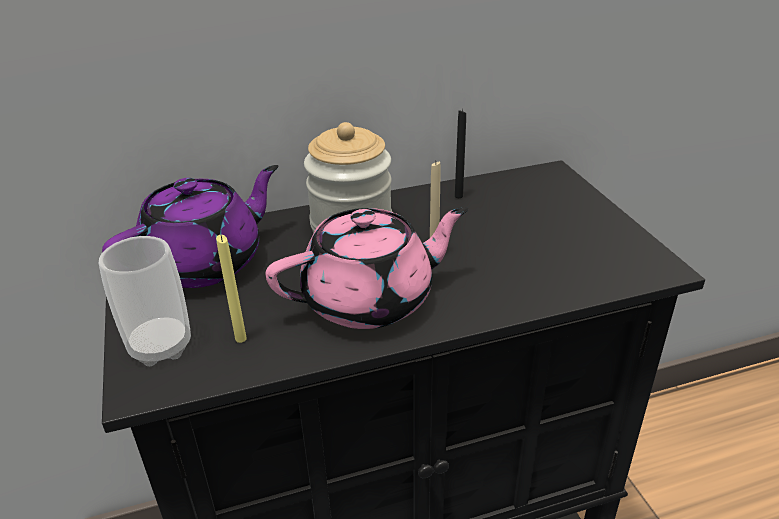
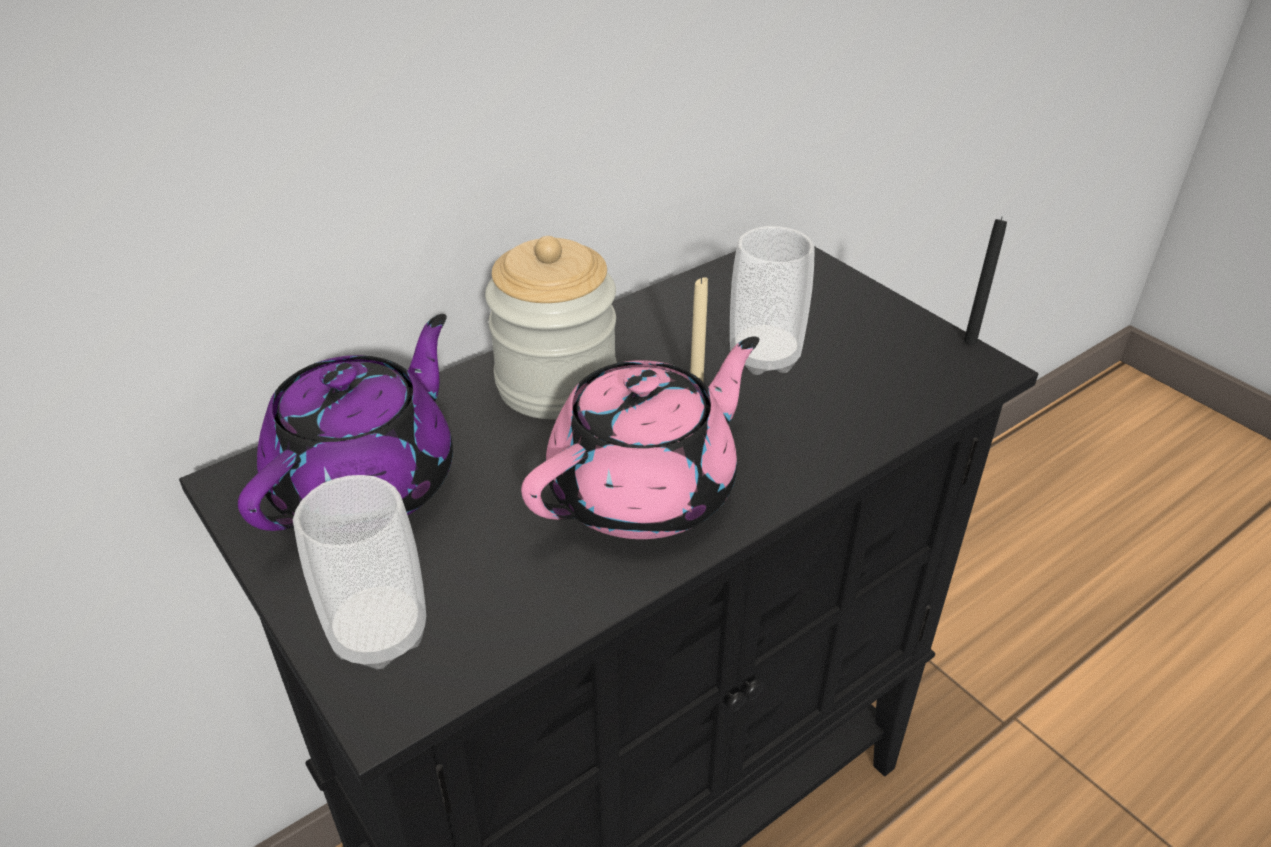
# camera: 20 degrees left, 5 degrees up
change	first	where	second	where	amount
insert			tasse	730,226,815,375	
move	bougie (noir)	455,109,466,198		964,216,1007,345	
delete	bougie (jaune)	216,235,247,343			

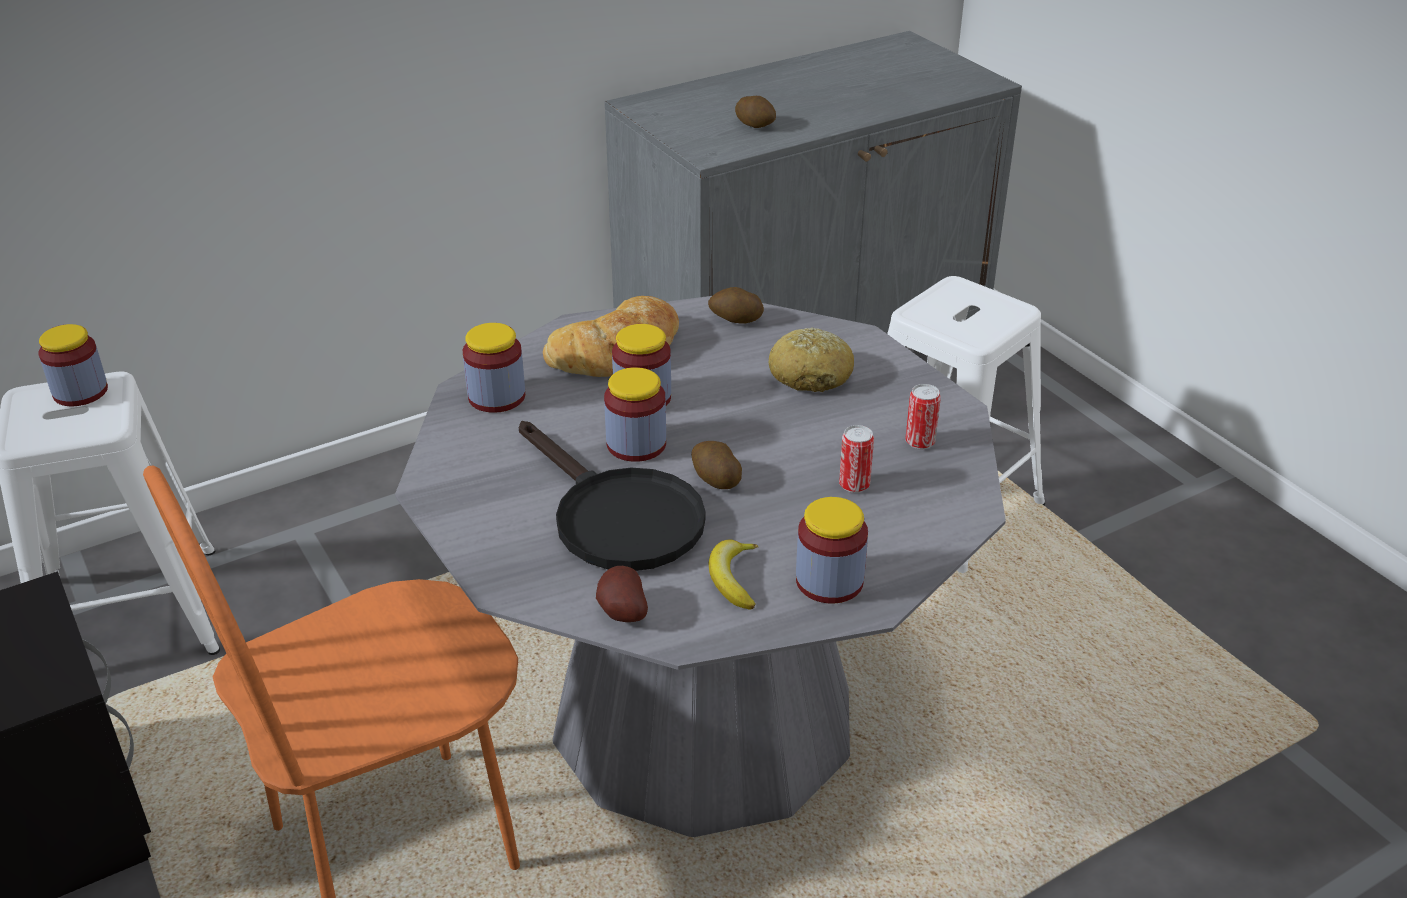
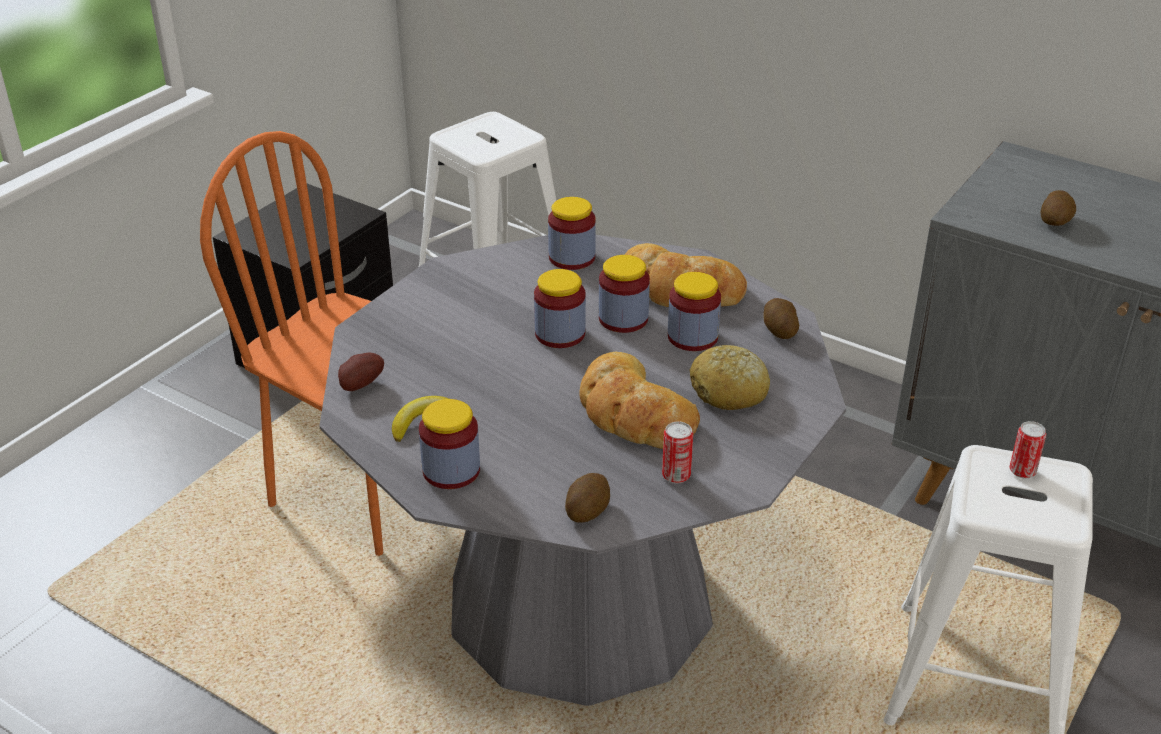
# camera: 65 degrees right, 0 degrees up
change	first	where	second	where	amount
move	pomme de terre	691,441,742,489		565,473,610,523	
insert			pain	579,352,700,449	
move	bocal	38,324,108,406		668,272,721,351	
move	boîte métallique	839,425,874,493		1009,421,1046,479	
delete	poêle (noir)	519,421,705,571			

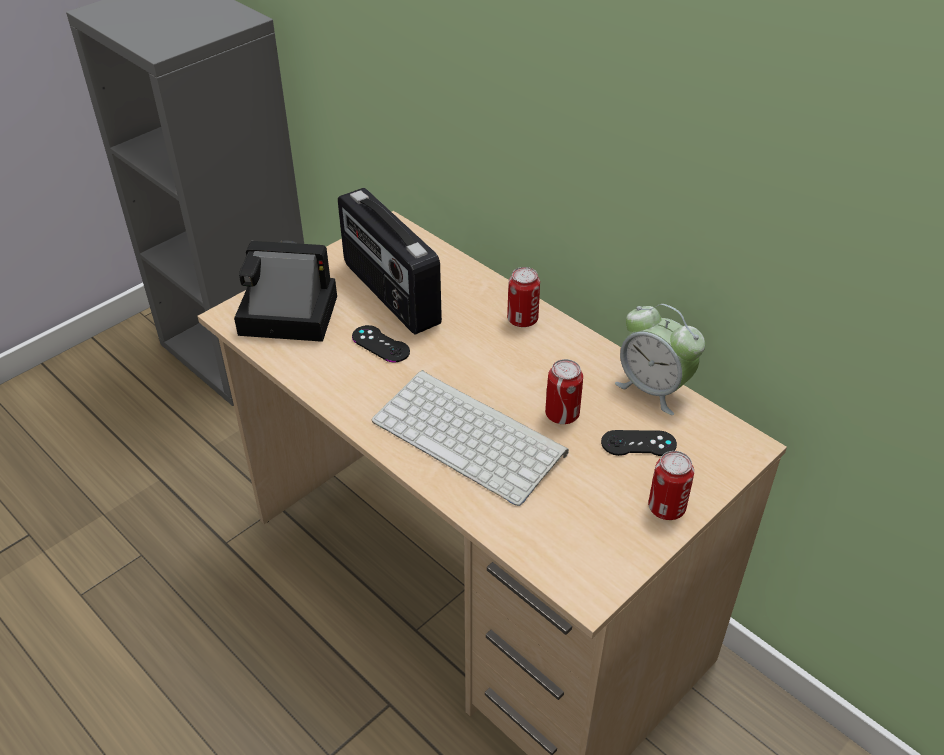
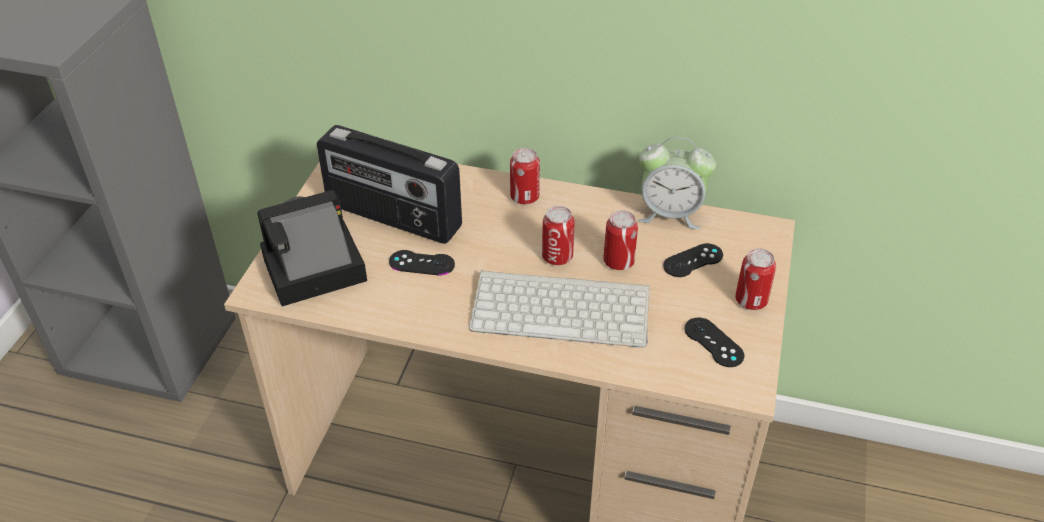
# camera: 30 degrees left, 0 degrees up
change	first	where	second	where	amount
insert			boîte métallique	542,206,575,265	
insert			manette (noir)	685,318,744,367	

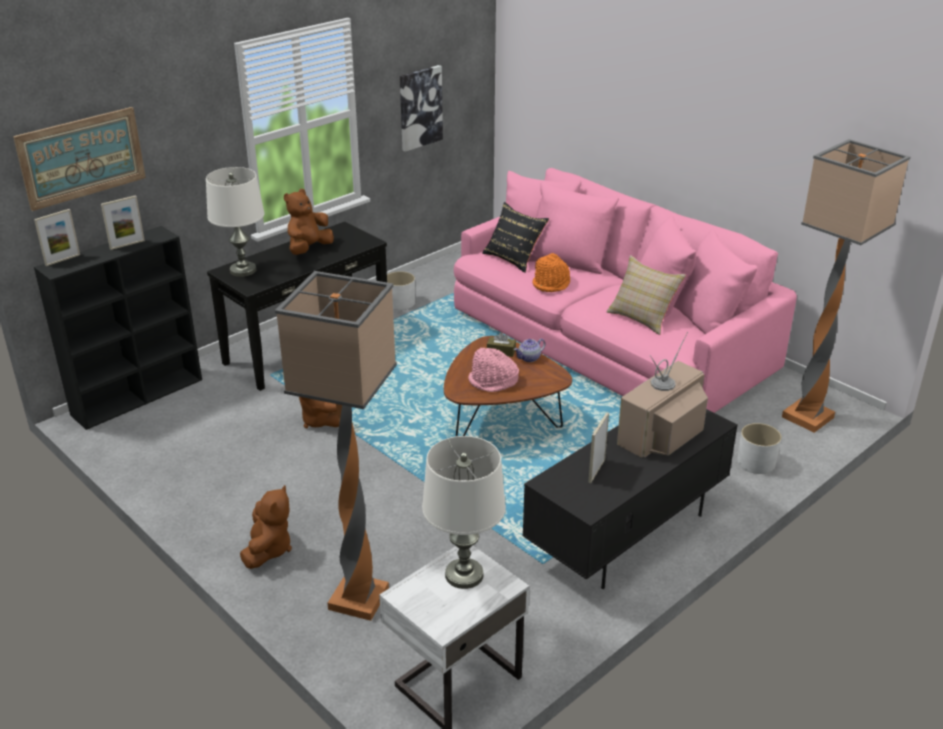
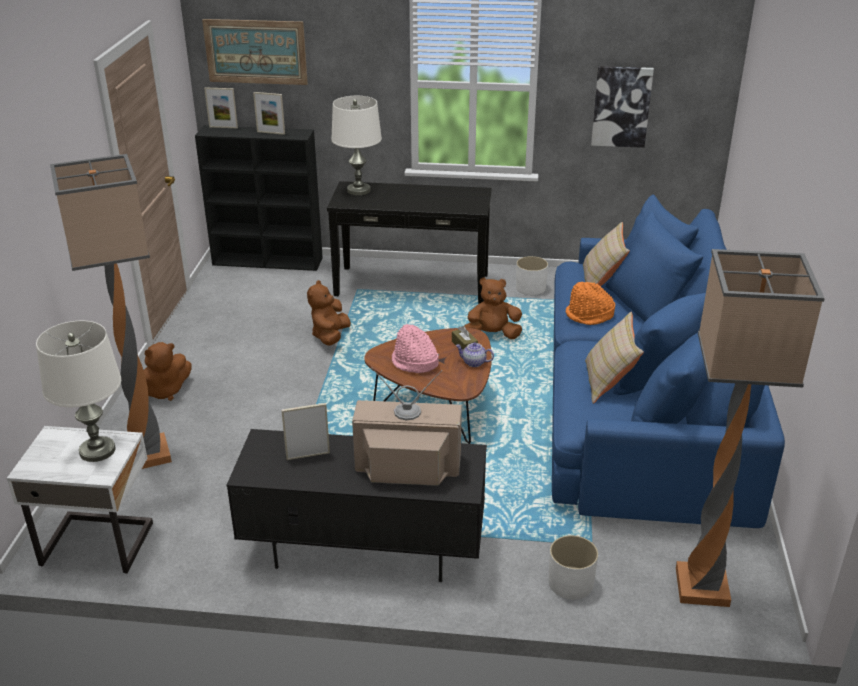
# camera: 50 degrees right, 0 degrees up
change	first	where	second	where	amount
move	peluche (marron)	284,189,334,255		464,278,522,339	
recolor	canapé (rose)	454,168,797,413	canapé (bleu)	552,194,785,528	
recolor	coussin (noir)	482,202,549,273	coussin (beige)	583,222,630,286	

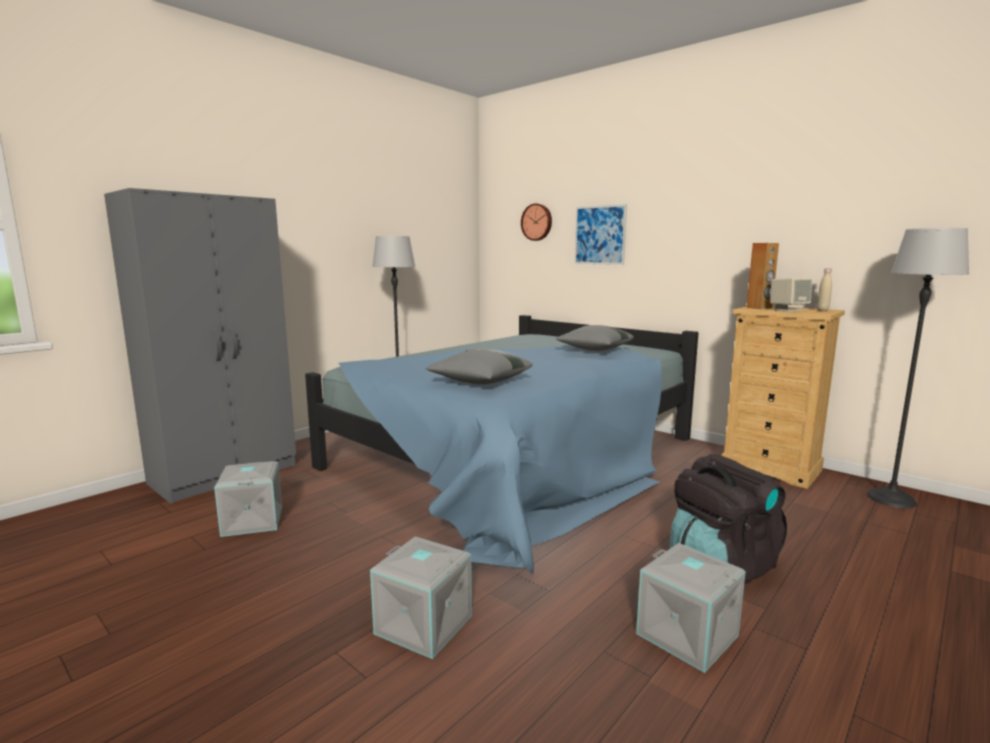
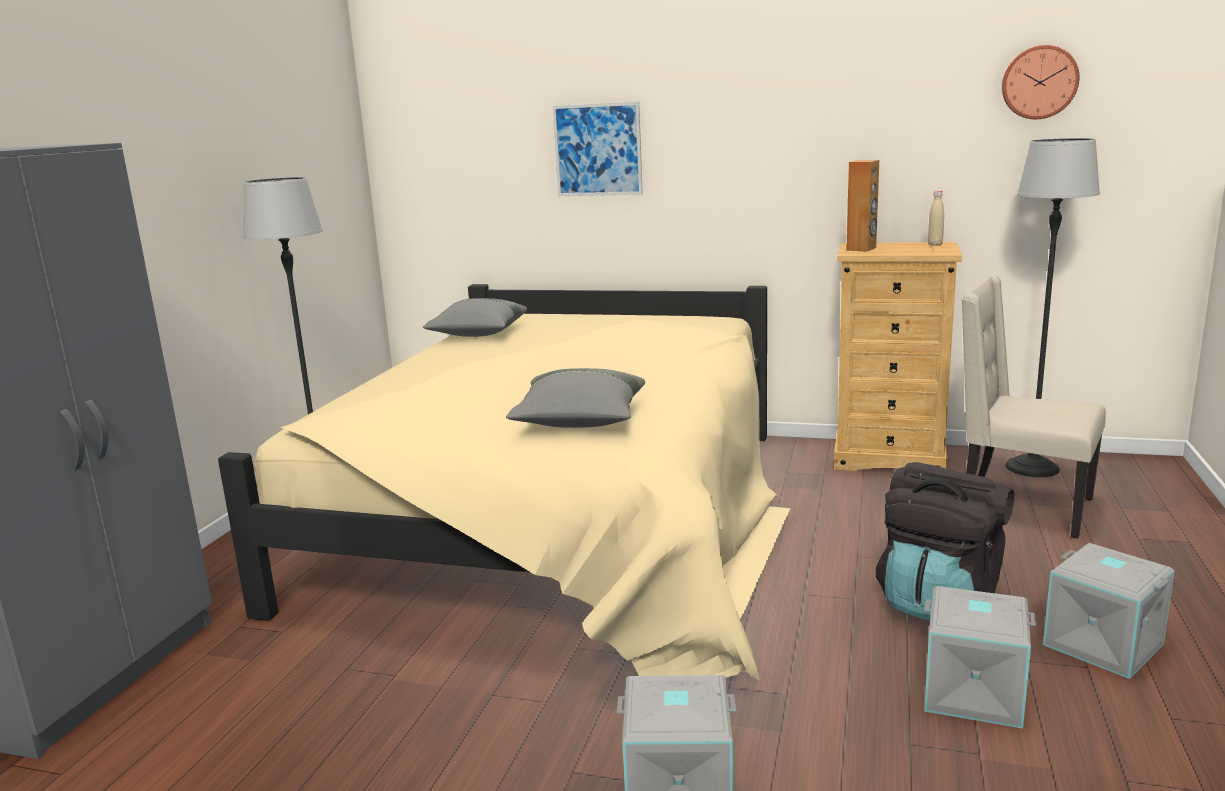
# camera: 25 degrees left, 5 degrees up
change	first	where	second	where	amount
recolor	lit (bleu)	305,315,698,575	lit (beige)	218,284,791,680	
move	coussin (gris)	556,325,634,351		423,298,527,337	
insert			chaise (beige)	962,276,1106,539	
move	horloge murale	521,203,552,241		1002,45,1079,119	
move	boîte de rangement (gris)	214,461,282,537		1043,543,1175,679	
delete	enceinte (beige)	770,277,812,312			

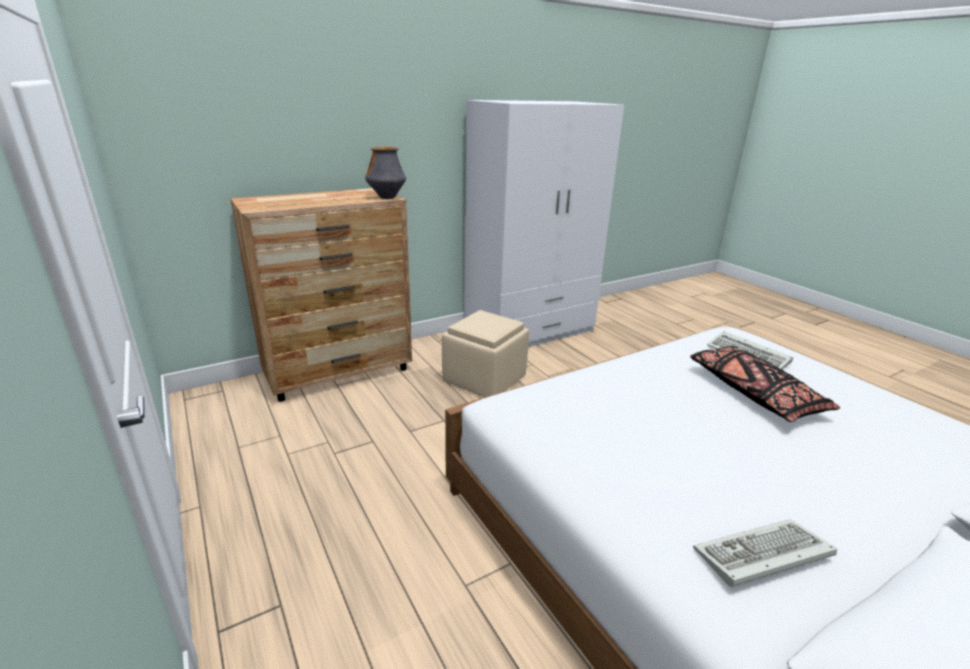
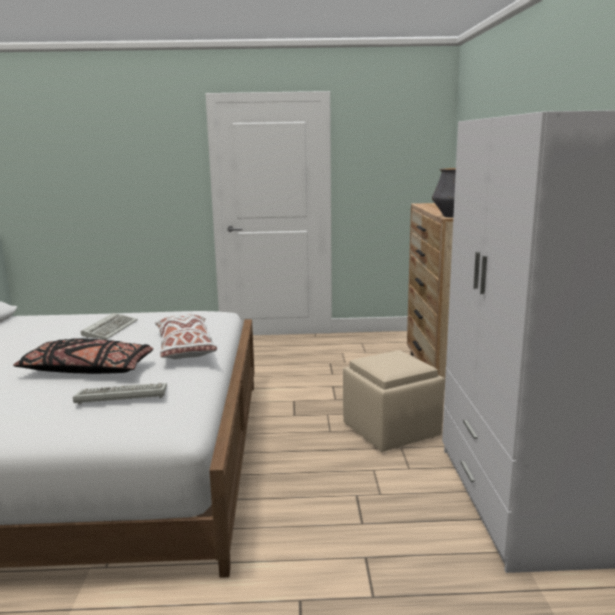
# camera: 120 degrees right, 10 degrees down
change	first	where	second	where	amount
move	clavier	693,519,837,587		81,313,138,340	
insert			coussin (blanc)	155,314,217,359	

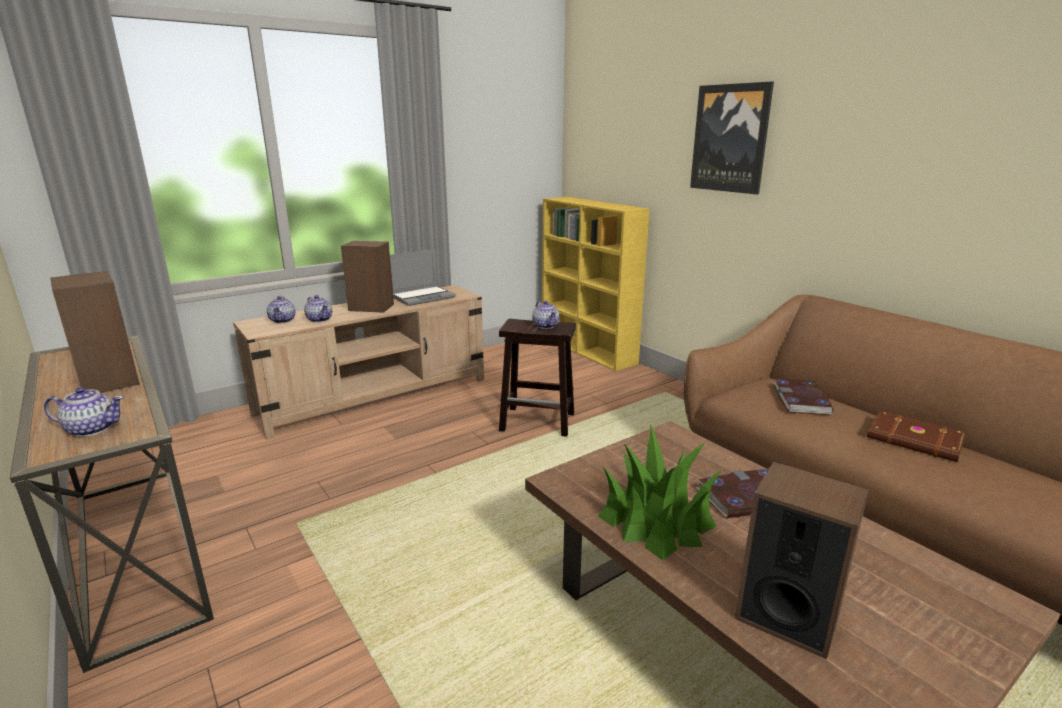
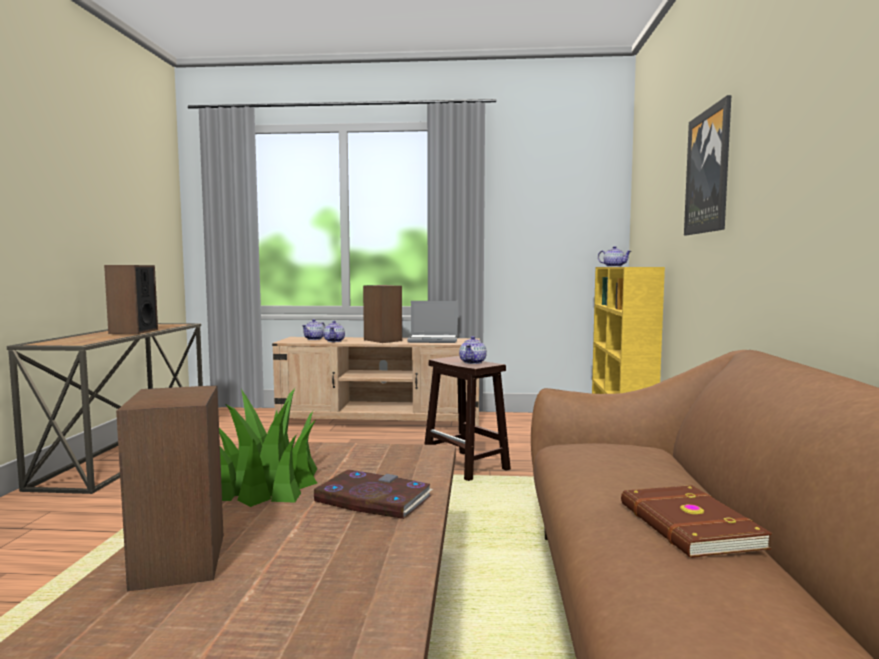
# camera: 40 degrees right, 15 degrees down
change	first	where	second	where	amount
move	théière	44,387,124,437		598,246,631,267	
delete	livre	774,379,833,415			

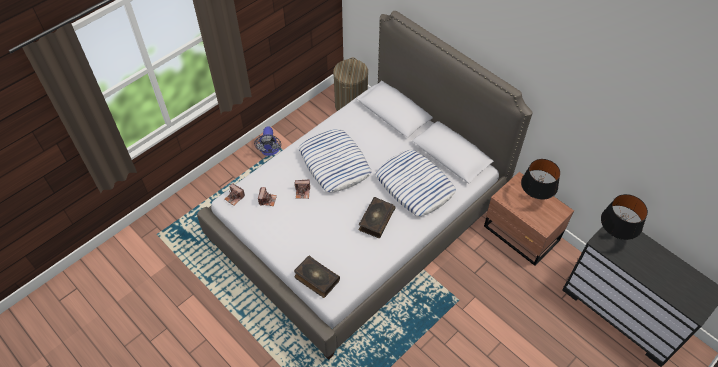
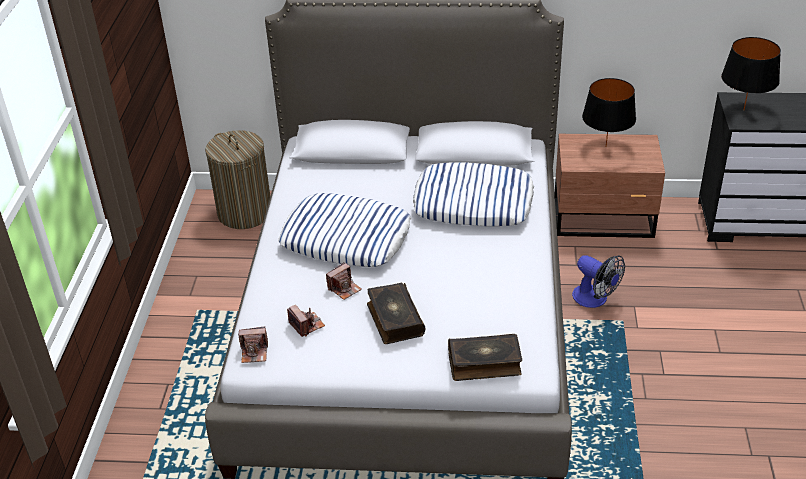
# camera: 40 degrees left, 15 degrees down
change	first	where	second	where	amount
move	livre	359,197,396,238		367,283,425,344	
move	ventilateur	254,127,281,156		572,255,625,308	

